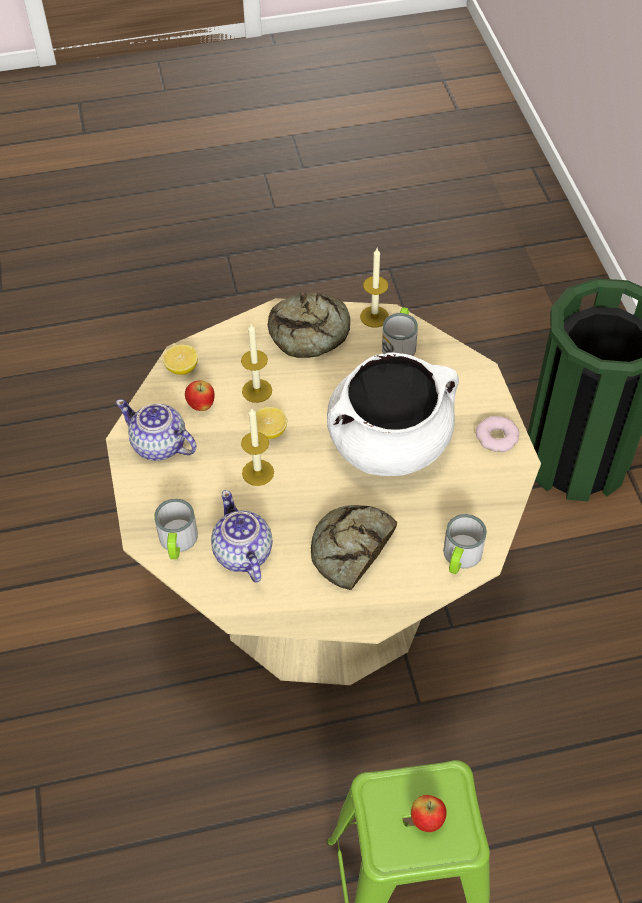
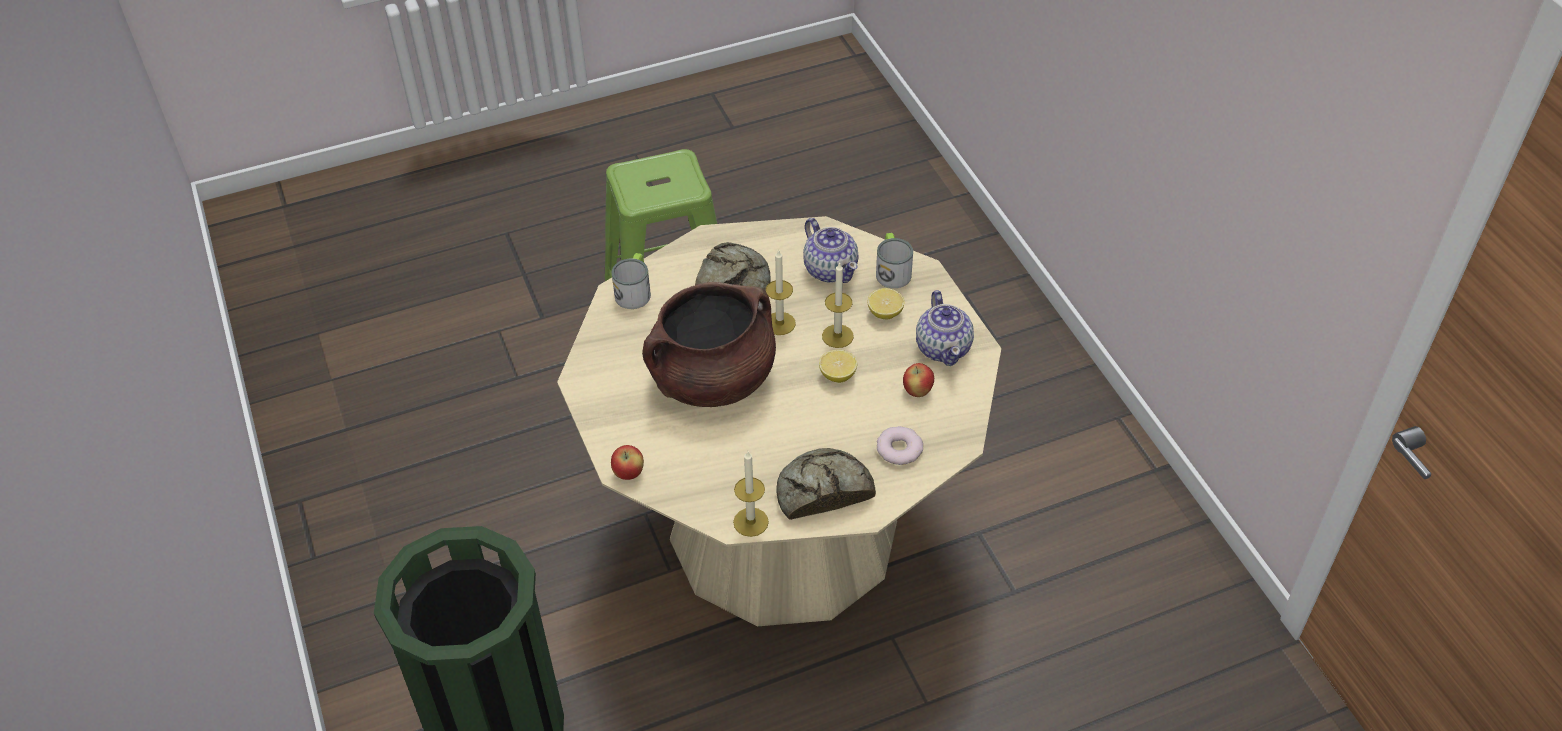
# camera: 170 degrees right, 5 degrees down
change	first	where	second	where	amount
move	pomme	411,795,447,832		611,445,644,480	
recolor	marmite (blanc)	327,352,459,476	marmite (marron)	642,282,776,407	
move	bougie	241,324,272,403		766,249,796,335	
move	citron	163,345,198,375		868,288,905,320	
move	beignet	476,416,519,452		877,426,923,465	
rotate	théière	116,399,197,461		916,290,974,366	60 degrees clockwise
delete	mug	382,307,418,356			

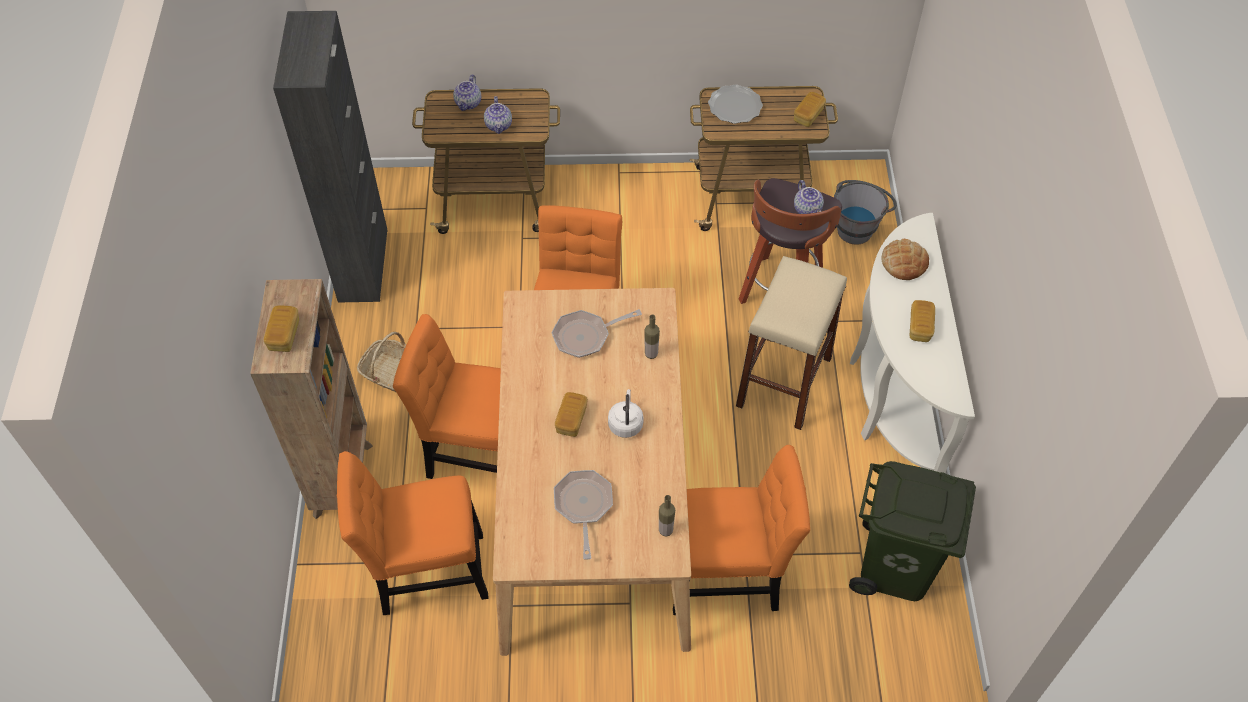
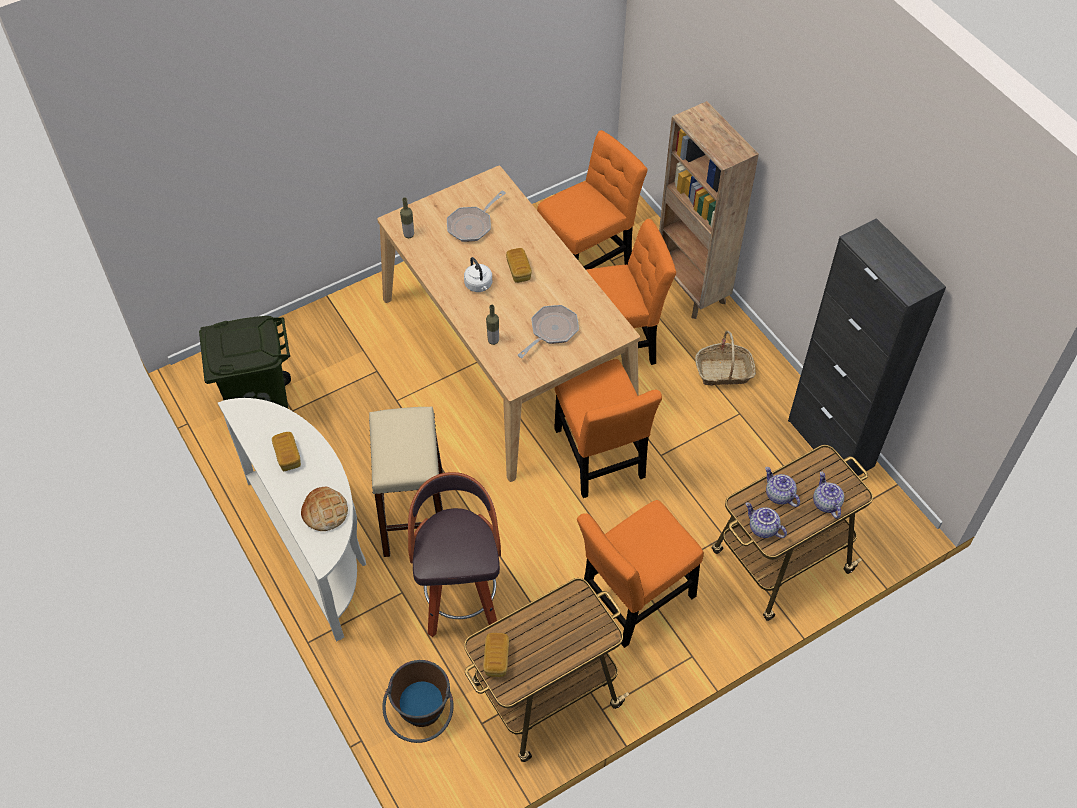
# camera: 150 degrees right, 0 degrees up
change	first	where	second	where	amount
recolor	seau (gris)	834,180,897,245	seau (marron)	382,660,453,743	
rotate	poêle	554,470,613,560		447,190,506,242	75 degrees clockwise
move	chaise (orange)	673,445,810,615		577,500,704,648	
move	théière	794,180,824,214		745,502,787,538	
delete	pain	264,305,299,352			
delete	assiette	708,84,763,124			

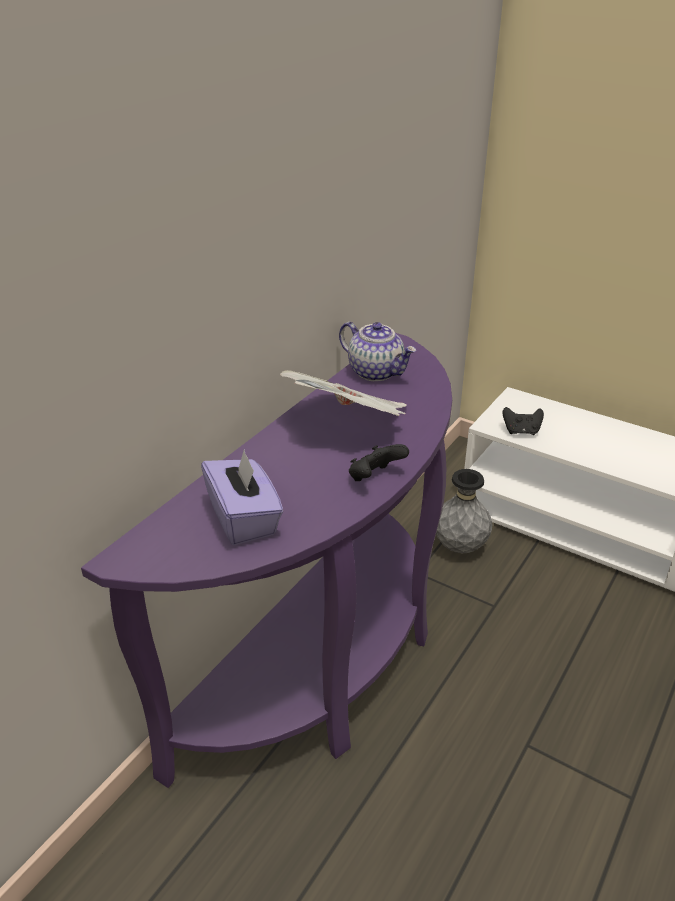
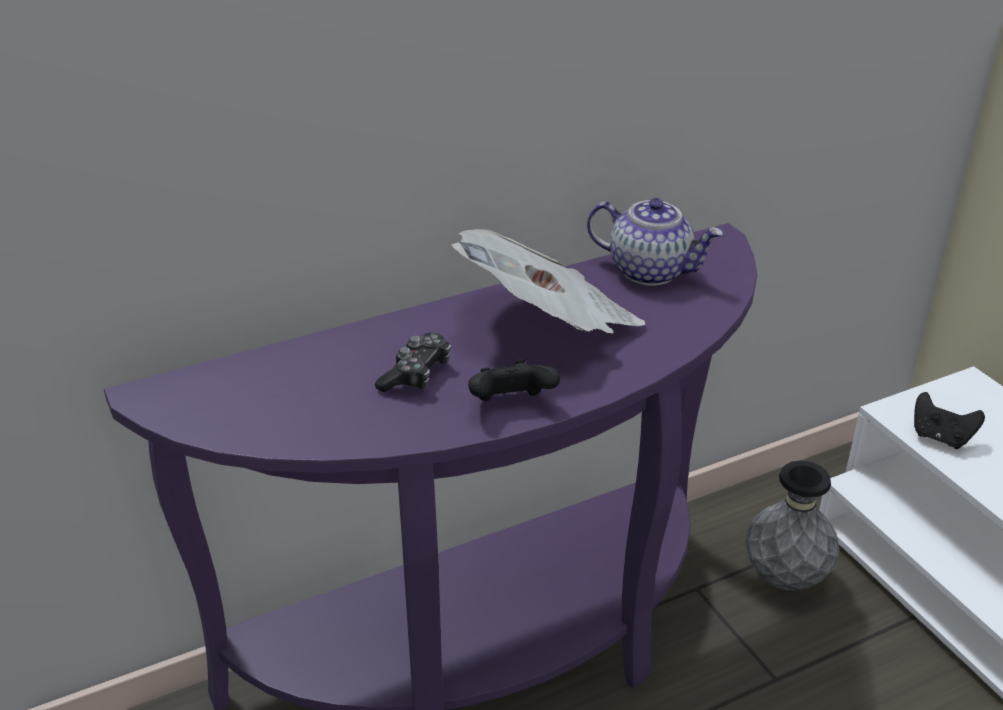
# camera: 30 degrees right, 0 degrees up
change	first	where	second	where	amount
insert			manette	375,333,451,392	
rotate	théière	339,322,416,381		587,198,724,286	45 degrees counterclockwise
delete	boîte à mouchoirs (violet)	201,448,283,545			

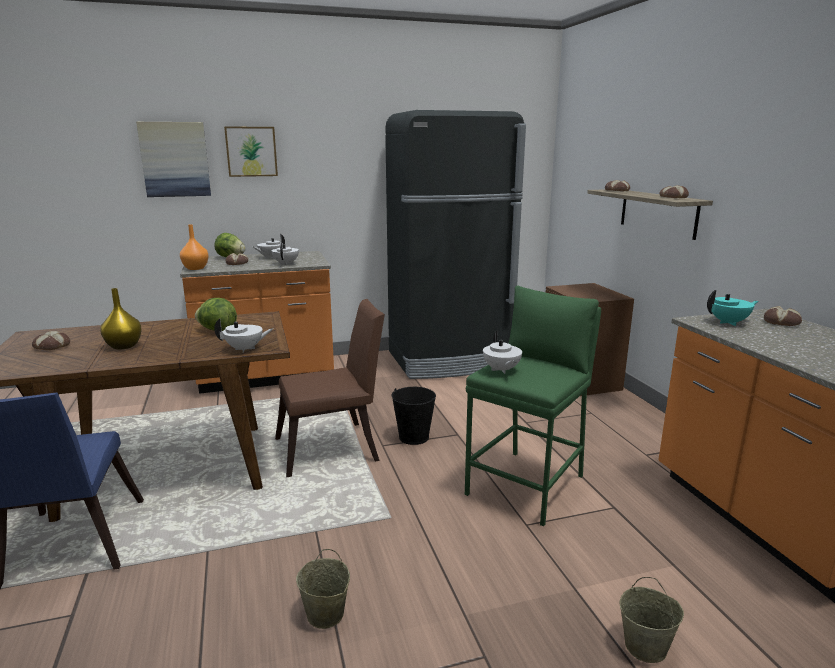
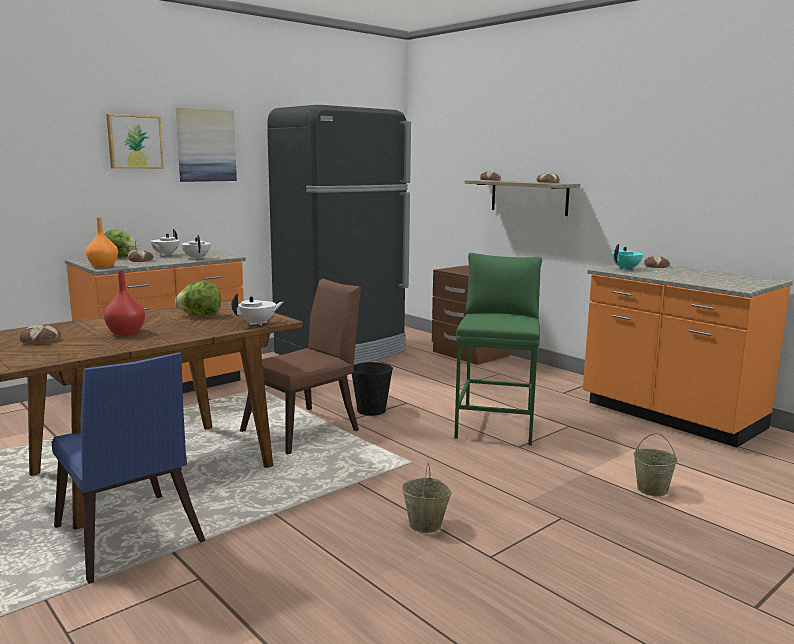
# camera: 25 degrees left, 5 degrees down
change	first	where	second	where	amount
recolor	vase (jaune)	100,288,142,349	vase (rouge)	104,271,145,336	
move	tableau	136,122,211,197		176,107,237,182	
delete	théière (blanc)	483,331,522,374			

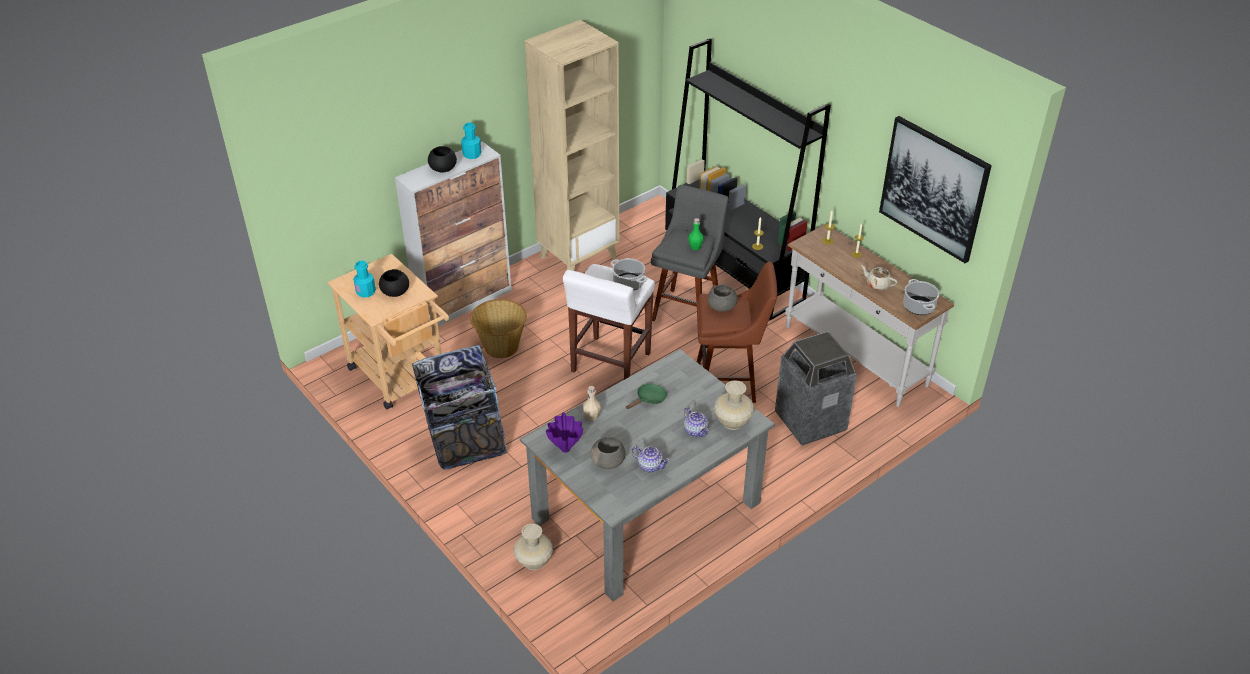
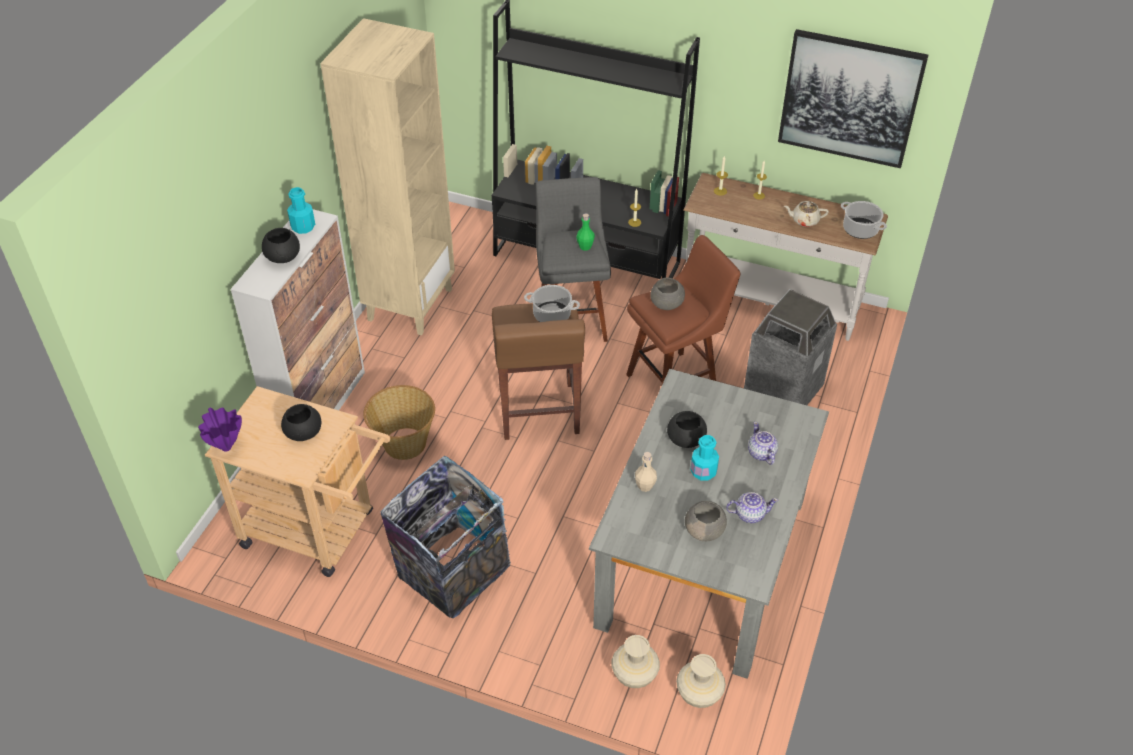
# camera: 30 degrees left, 5 degrees up
change	first	where	second	where	amount
move	vase (violet)	546,412,583,453		198,407,242,452	
recolor	tabouret (blanc)	563,264,655,380	tabouret (marron)	492,303,585,440	
replace	poêle (vert)	626,384,667,409	bol (noir)	667,411,707,448	
move	vase (beige)	714,380,754,430		676,654,726,708	
move	bouteille (turquoise)	353,261,376,298		690,435,719,481	
rotate	théière	684,407,709,437		748,422,778,465	135 degrees counterclockwise

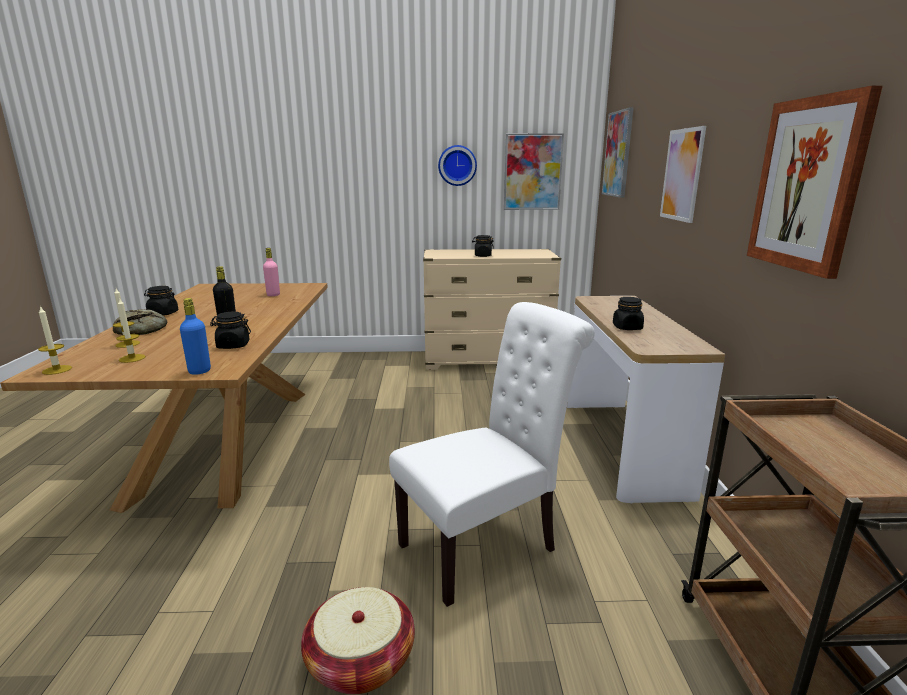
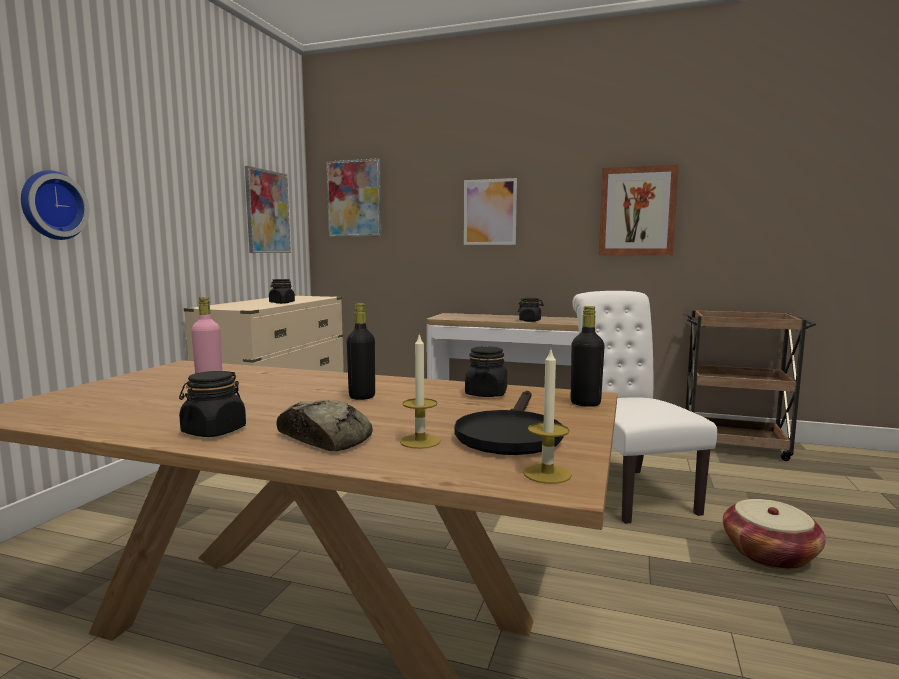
# camera: 70 degrees left, 10 degrees down
change	first	where	second	where	amount
move	horloge murale	438,145,477,186		21,170,90,240	
replace	bougie	116,297,146,363	poêle (noir)	455,391,564,455	
recolor	bouteille (bleu)	180,298,211,375	bouteille (noir)	571,306,605,407	

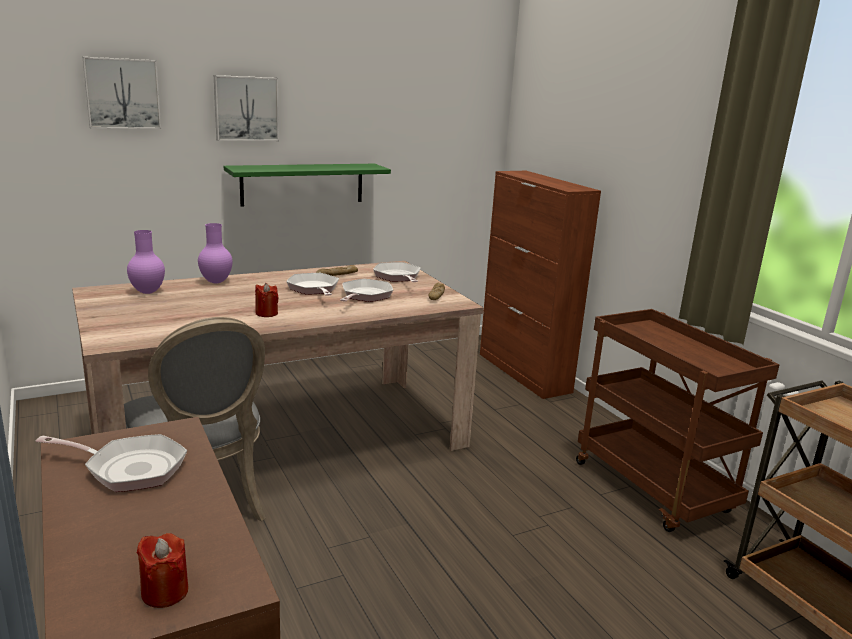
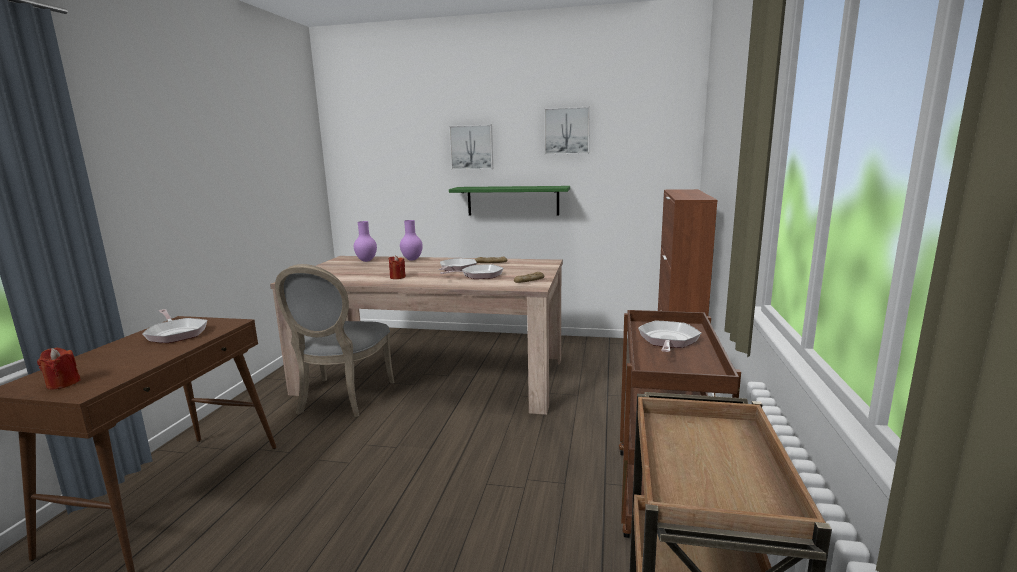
# camera: 40 degrees right, 5 degrees down
change	first	where	second	where	amount
move	tableau	83,57,161,129		544,107,590,155	
move	poêle	373,262,421,282		638,321,701,352	

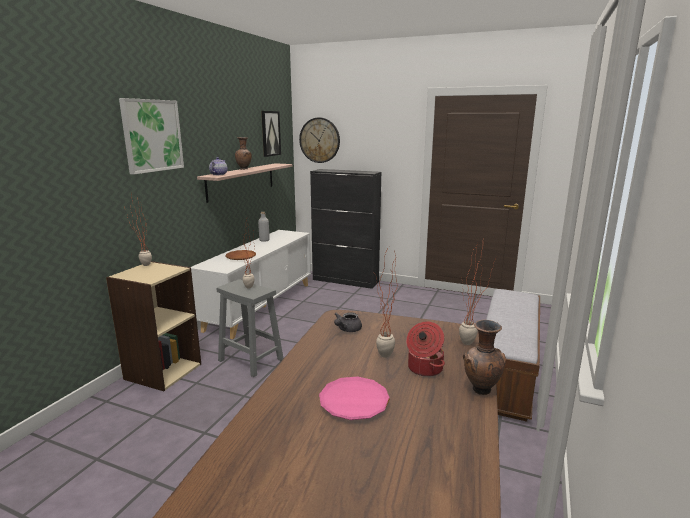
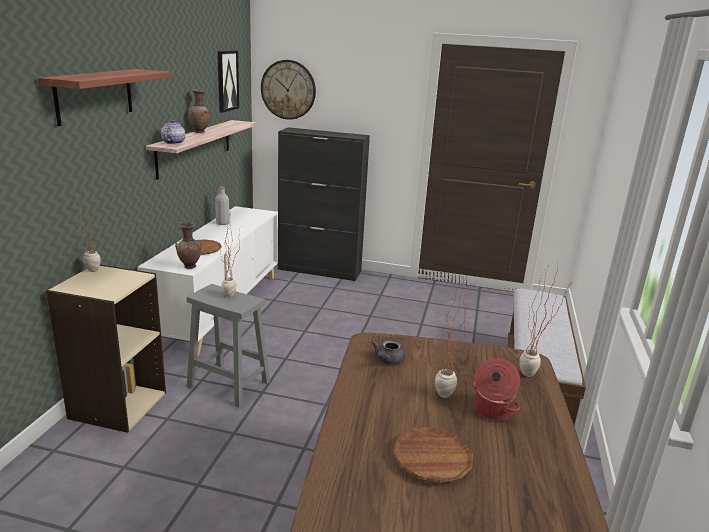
# camera: 10 degrees left, 5 degrees up
change	first	where	second	where	amount
replace	tableau	119,98,184,175	étagère	38,69,171,126	
move	vase (marron)	463,320,506,395		175,222,201,269	
recolor	assiette (rose)	319,376,390,420	assiette (marron)	392,427,473,484	

